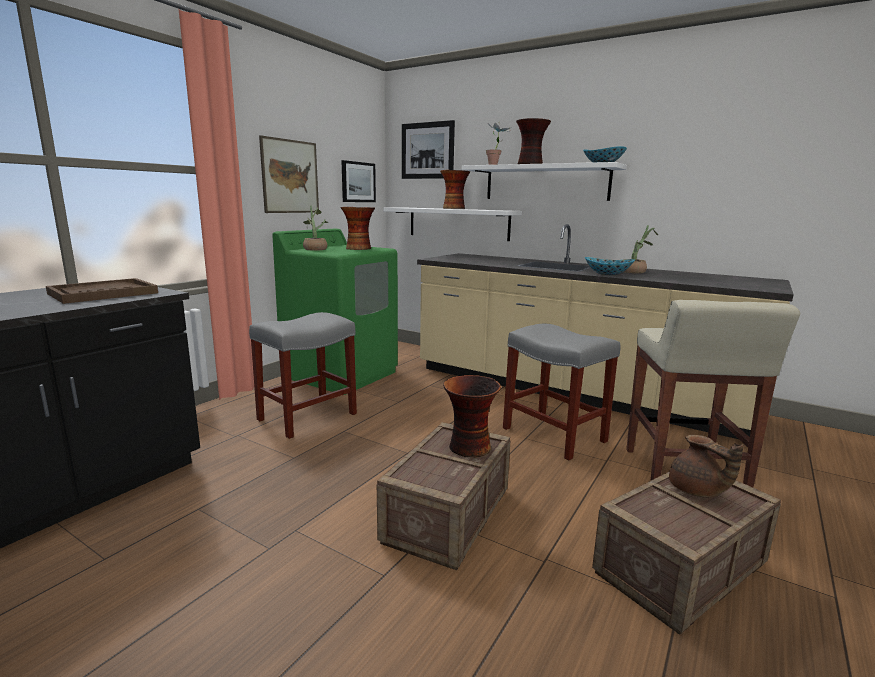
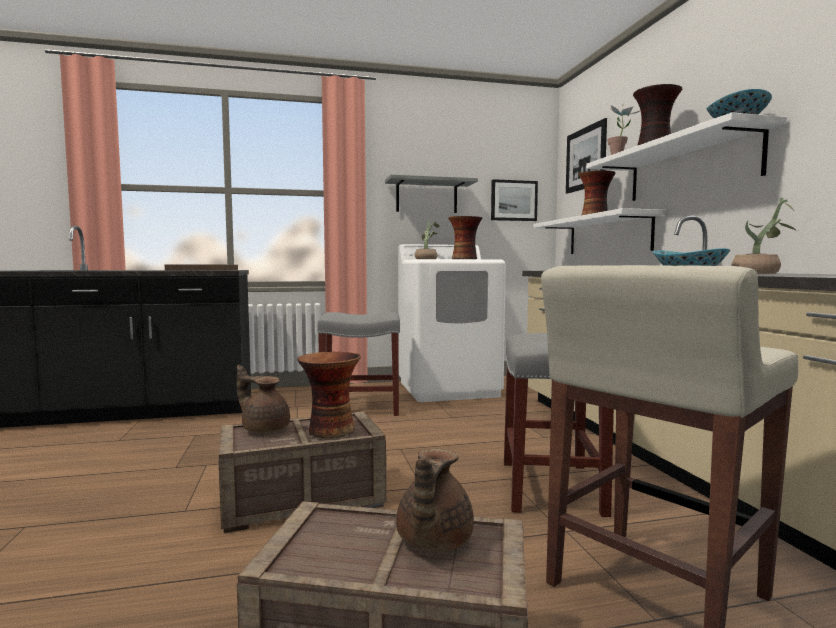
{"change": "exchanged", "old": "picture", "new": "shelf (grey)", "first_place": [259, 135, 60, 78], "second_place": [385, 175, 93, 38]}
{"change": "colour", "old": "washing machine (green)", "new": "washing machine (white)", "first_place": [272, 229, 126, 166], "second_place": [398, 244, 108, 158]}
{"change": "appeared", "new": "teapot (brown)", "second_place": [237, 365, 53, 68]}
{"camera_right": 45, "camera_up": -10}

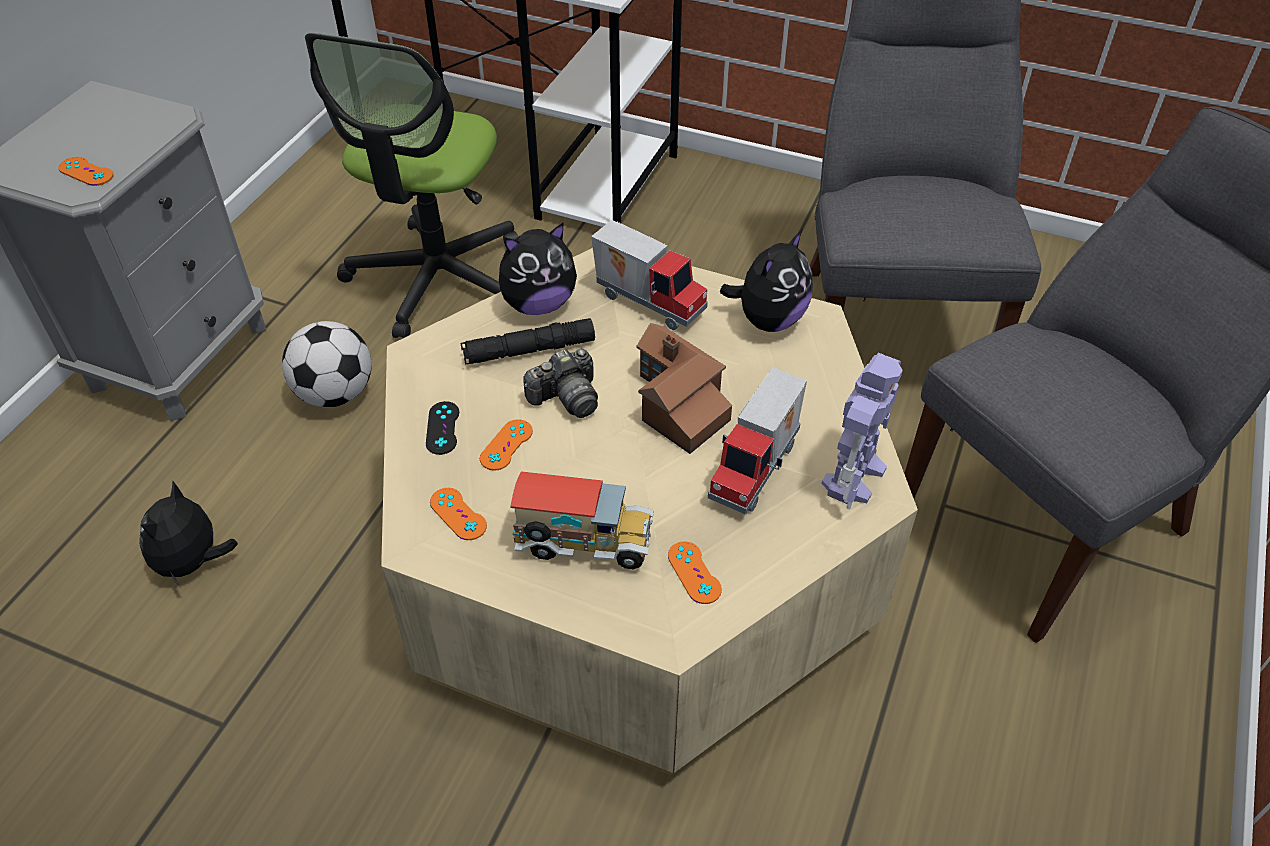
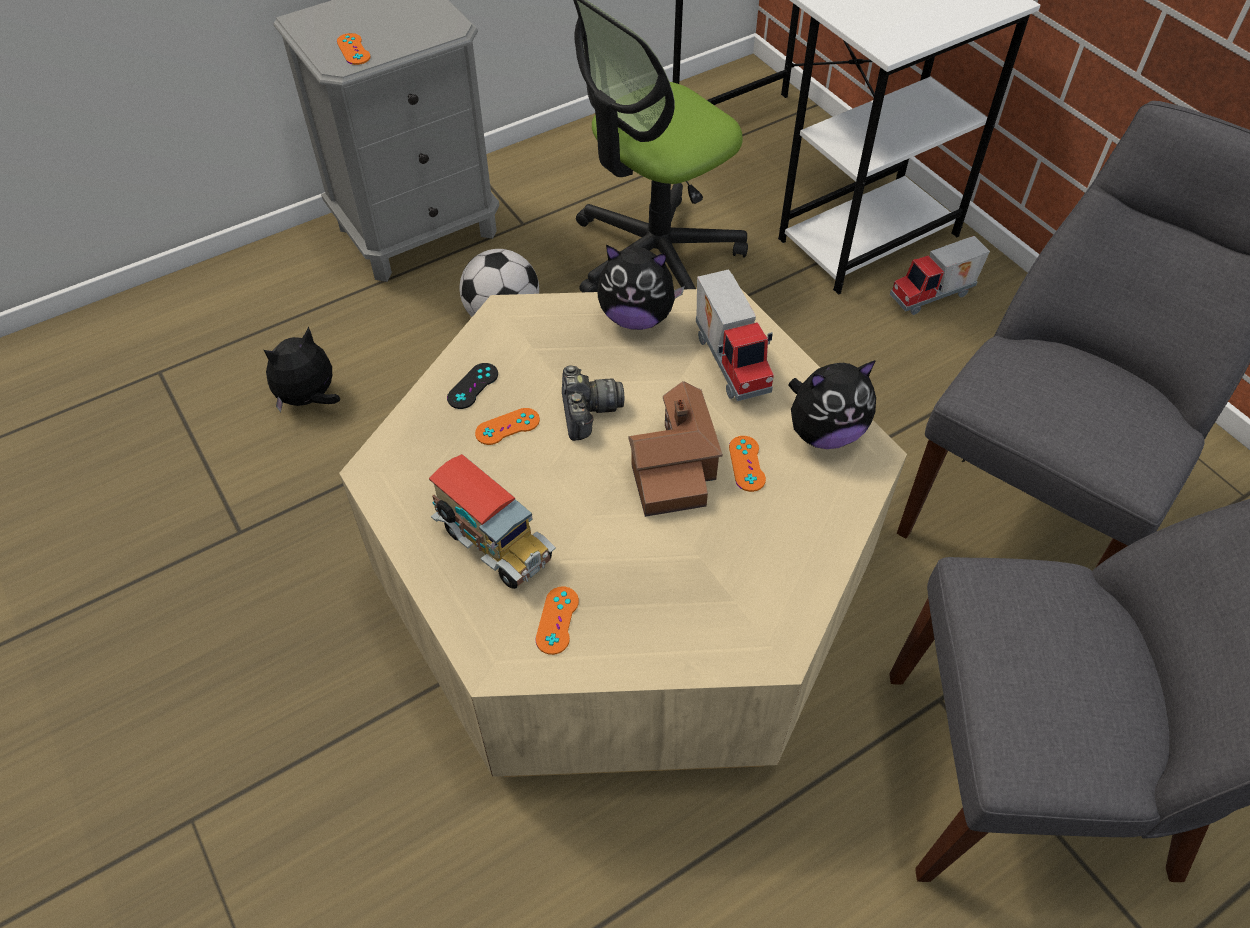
{"change": "missing", "old": "flashlight (black)", "first_place": [461, 318, 134, 47]}
{"change": "spun", "old": "photo camera", "first_place": [523, 349, 75, 69], "second_place": [562, 366, 63, 75], "degrees": -105}
{"change": "missing", "old": "toy robot", "first_place": [821, 353, 82, 156]}
{"change": "relocated", "old": "toy truck", "first_place": [708, 367, 99, 148], "second_place": [890, 236, 100, 79]}
{"change": "relocated", "old": "game controller (orange)", "first_place": [430, 488, 57, 52], "second_place": [729, 436, 37, 56]}
{"camera_right": 35, "camera_up": 5}

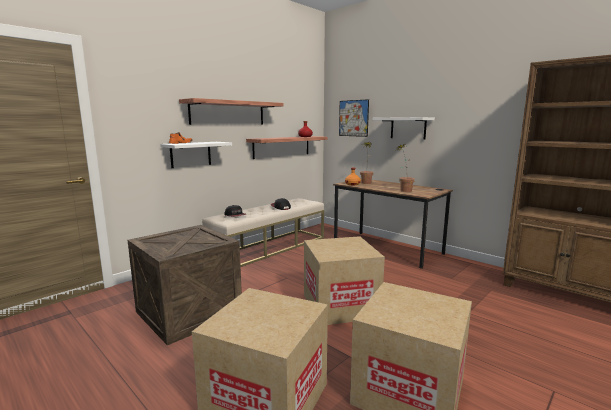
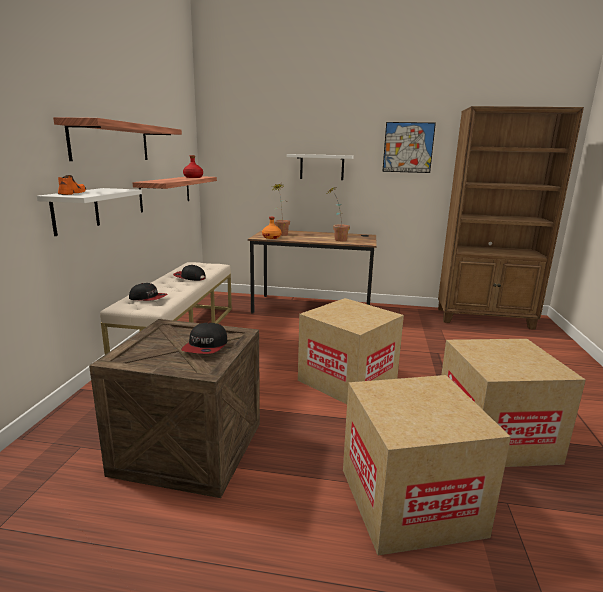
{"change": "relocated", "old": "picture", "first_place": [339, 99, 30, 38], "second_place": [382, 122, 54, 51]}
{"change": "appeared", "new": "cap", "second_place": [181, 323, 46, 31]}
{"camera_right": -35, "camera_up": 5}

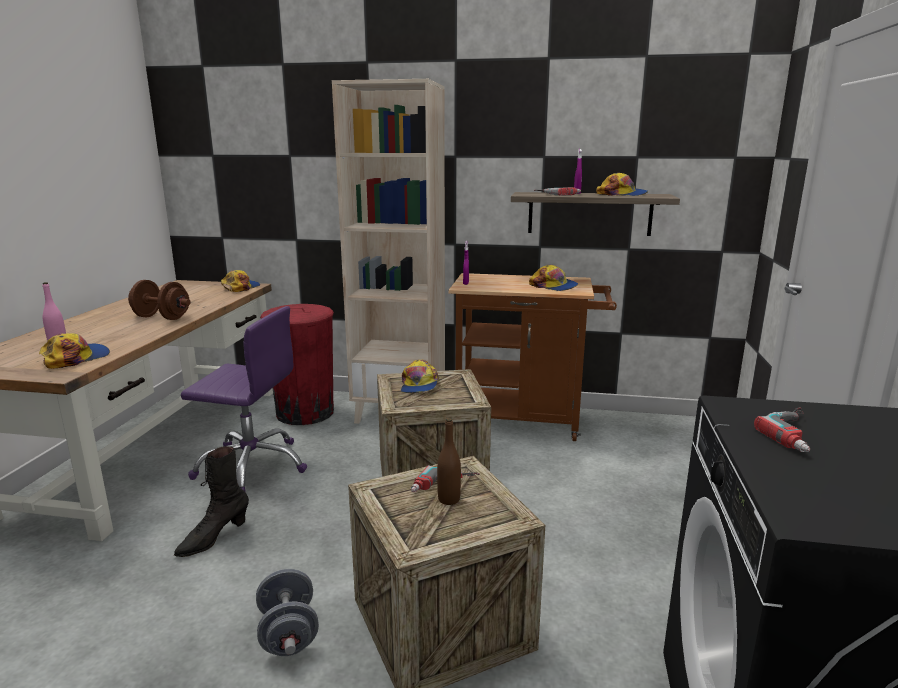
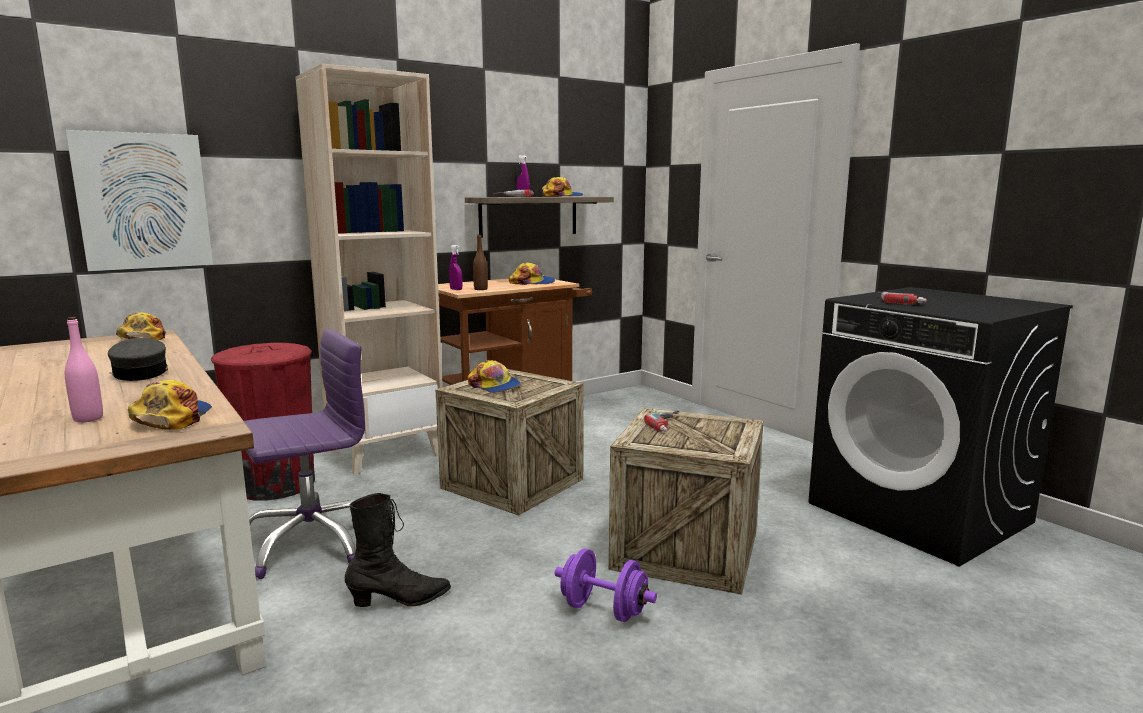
{"change": "exchanged", "old": "dumbbell (brown)", "new": "cap (grey)", "first_place": [128, 280, 63, 40], "second_place": [108, 338, 60, 43]}
{"change": "relocated", "old": "bottle (brown)", "first_place": [437, 418, 24, 87], "second_place": [473, 234, 15, 56]}
{"change": "spun", "old": "boot (black)", "first_place": [174, 446, 75, 111], "second_place": [345, 493, 106, 114], "degrees": -105}
{"change": "colour", "old": "dumbbell (grey)", "new": "dumbbell (purple)", "first_place": [256, 569, 63, 87], "second_place": [555, 548, 102, 74]}
{"change": "appeared", "new": "picture", "second_place": [66, 130, 147, 141]}
{"camera_right": -45, "camera_up": -5}

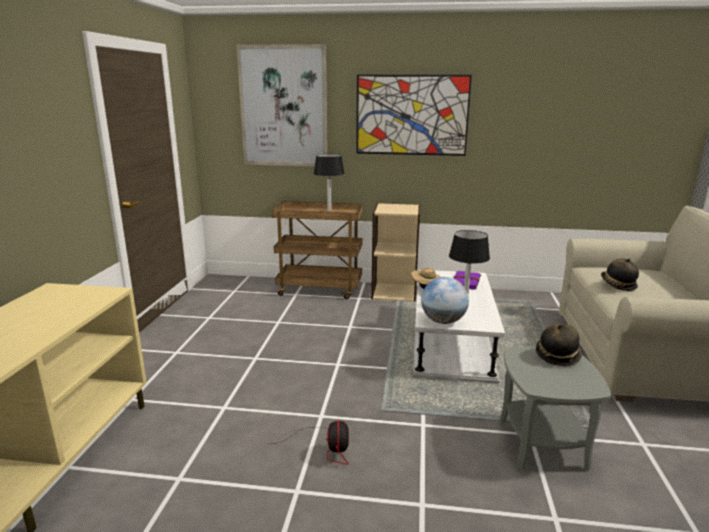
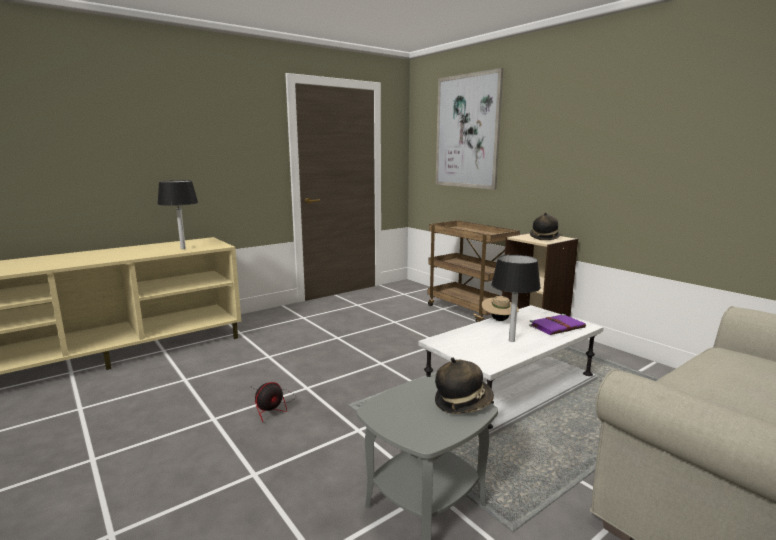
{"change": "missing", "old": "picture", "first_place": [356, 75, 116, 81]}
{"change": "relocated", "old": "table lamp (black)", "first_place": [313, 154, 32, 58], "second_place": [158, 180, 40, 69]}
{"change": "relocated", "old": "hat", "first_place": [601, 259, 38, 32], "second_place": [530, 212, 31, 28]}
{"change": "missing", "old": "globe", "first_place": [421, 277, 48, 47]}
{"camera_right": 45, "camera_up": -5}

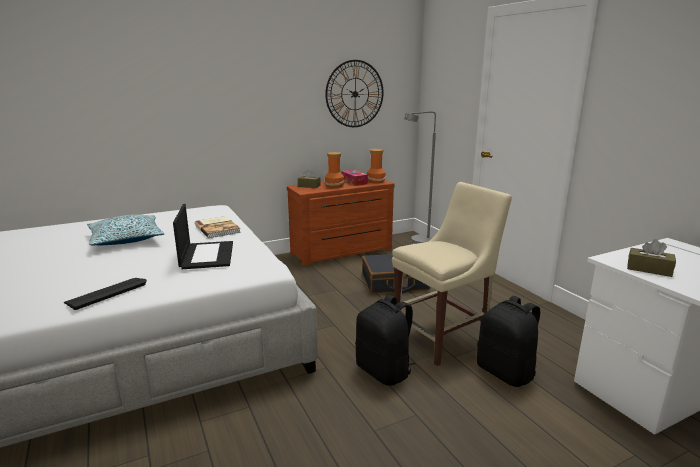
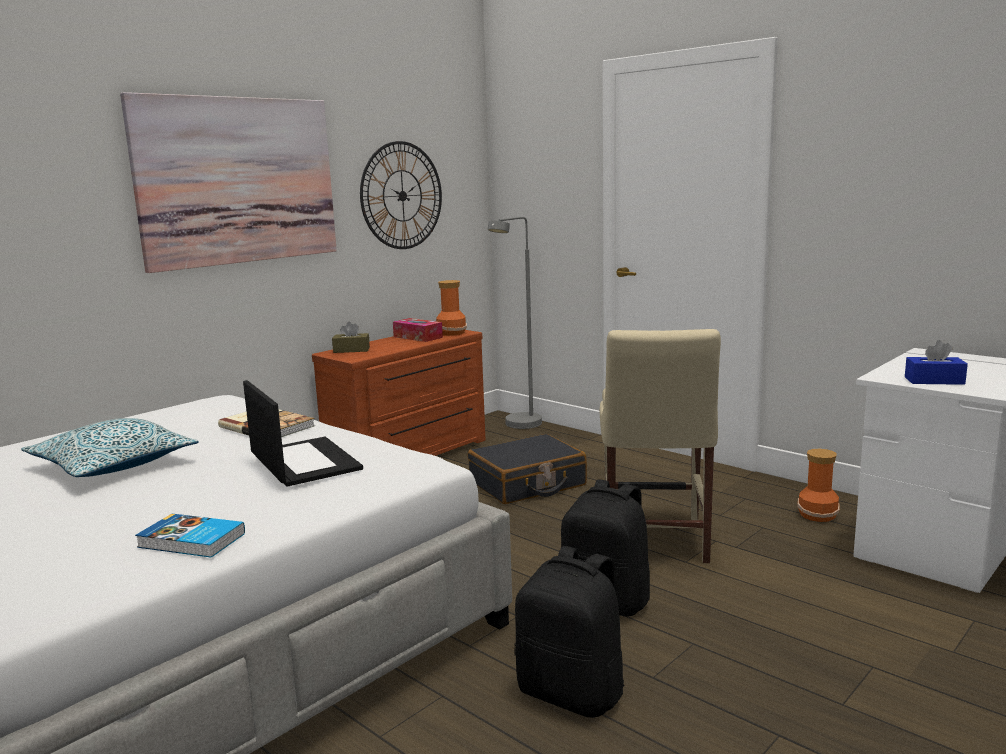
{"change": "relocated", "old": "vase", "first_place": [324, 152, 21, 36], "second_place": [797, 449, 43, 73]}
{"change": "spun", "old": "chair (beige)", "first_place": [392, 182, 120, 184], "second_place": [600, 329, 121, 234], "degrees": 150}
{"change": "colour", "old": "tissue box (brown)", "new": "tissue box (blue)", "first_place": [627, 239, 49, 38], "second_place": [905, 340, 63, 45]}
{"change": "exchanged", "old": "keyboard", "new": "book", "first_place": [64, 278, 83, 32], "second_place": [135, 514, 110, 44]}
{"change": "relocated", "old": "backpack (black)", "first_place": [477, 296, 63, 91], "second_place": [514, 546, 110, 172]}
{"change": "appeared", "new": "picture", "second_place": [120, 92, 217, 181]}
{"camera_right": -20, "camera_up": -5}

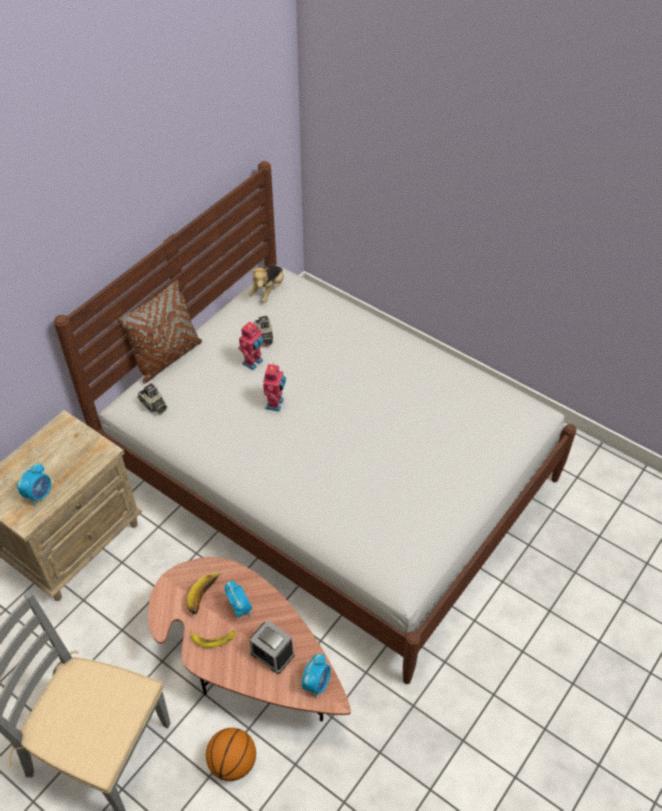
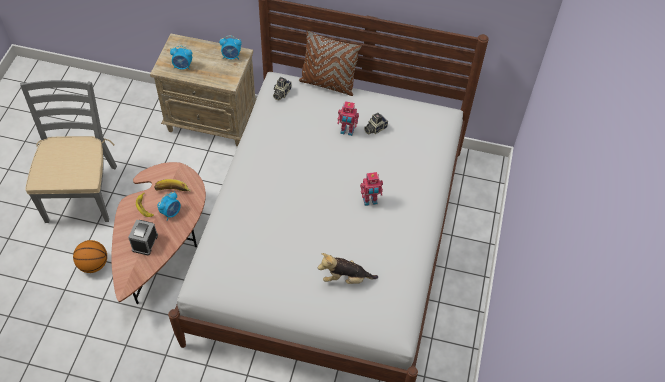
{"change": "relocated", "old": "plush toy", "first_place": [248, 264, 36, 39], "second_place": [318, 253, 60, 31]}
{"change": "relocated", "old": "toy robot", "first_place": [263, 363, 23, 49], "second_place": [360, 172, 23, 34]}
{"change": "relocated", "old": "alarm clock", "first_place": [302, 653, 29, 45], "second_place": [220, 35, 22, 24]}
{"camera_right": 65, "camera_up": 5}

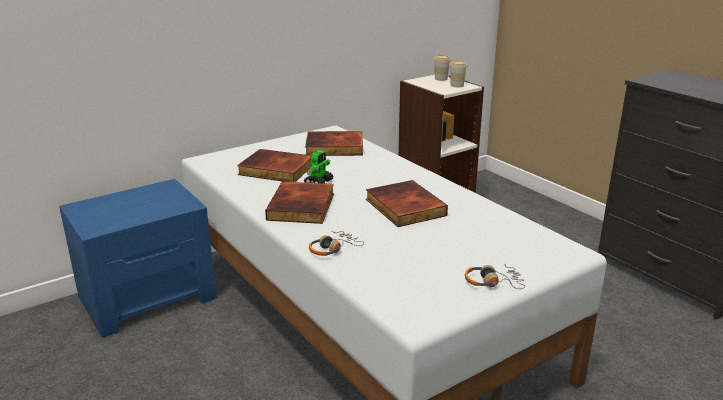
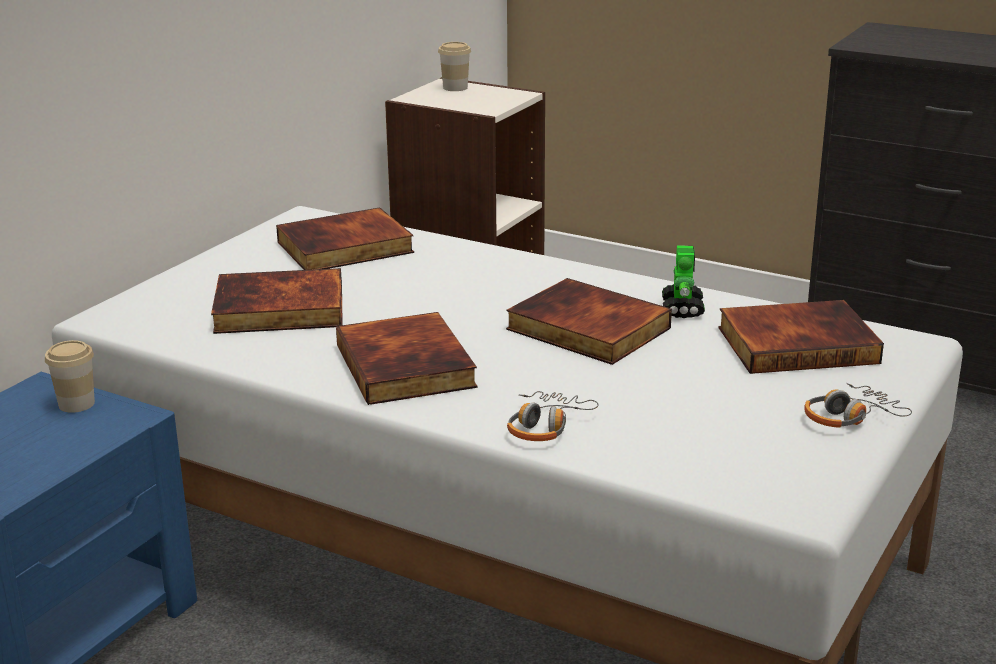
{"change": "relocated", "old": "cup", "first_place": [450, 61, 17, 26], "second_place": [45, 340, 50, 73]}
{"change": "relocated", "old": "toy robot", "first_place": [304, 150, 30, 33], "second_place": [662, 245, 43, 73]}
{"change": "appeared", "new": "book", "second_place": [718, 300, 166, 74]}
{"camera_right": -25, "camera_up": 0}

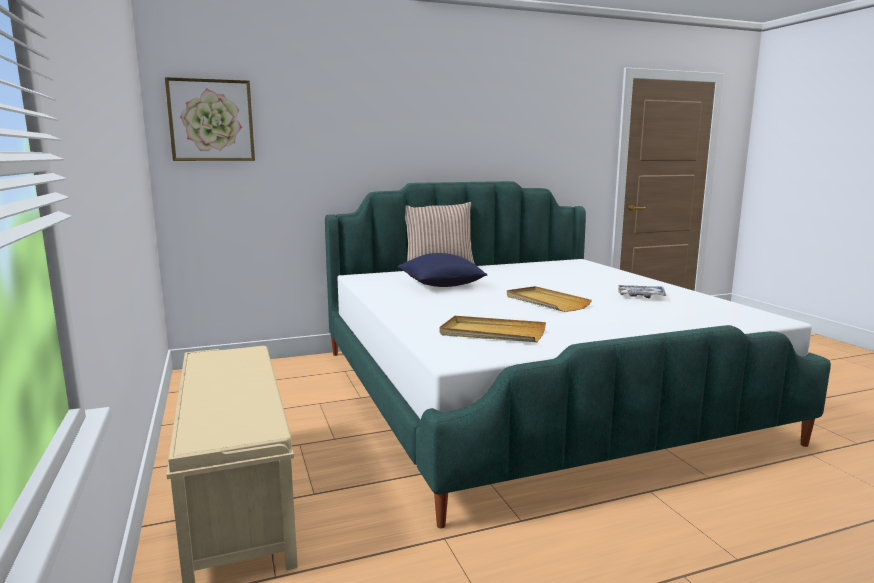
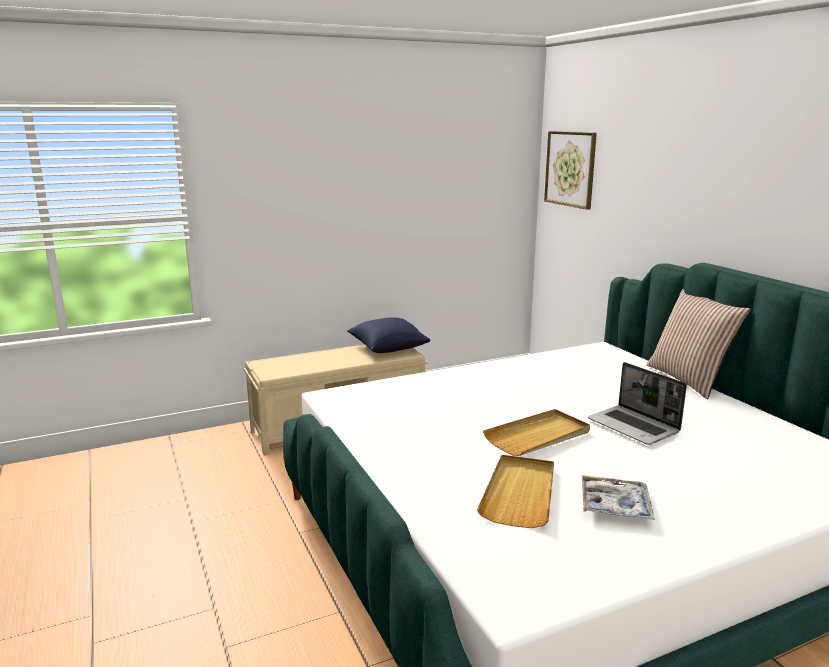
{"change": "relocated", "old": "pillow (blue)", "first_place": [397, 253, 90, 34], "second_place": [347, 317, 83, 36]}
{"change": "relocated", "old": "tray (beige)", "first_place": [439, 316, 107, 26], "second_place": [477, 455, 77, 73]}
{"change": "appeared", "new": "laptop", "second_place": [588, 362, 99, 83]}
{"camera_right": 85, "camera_up": 5}

